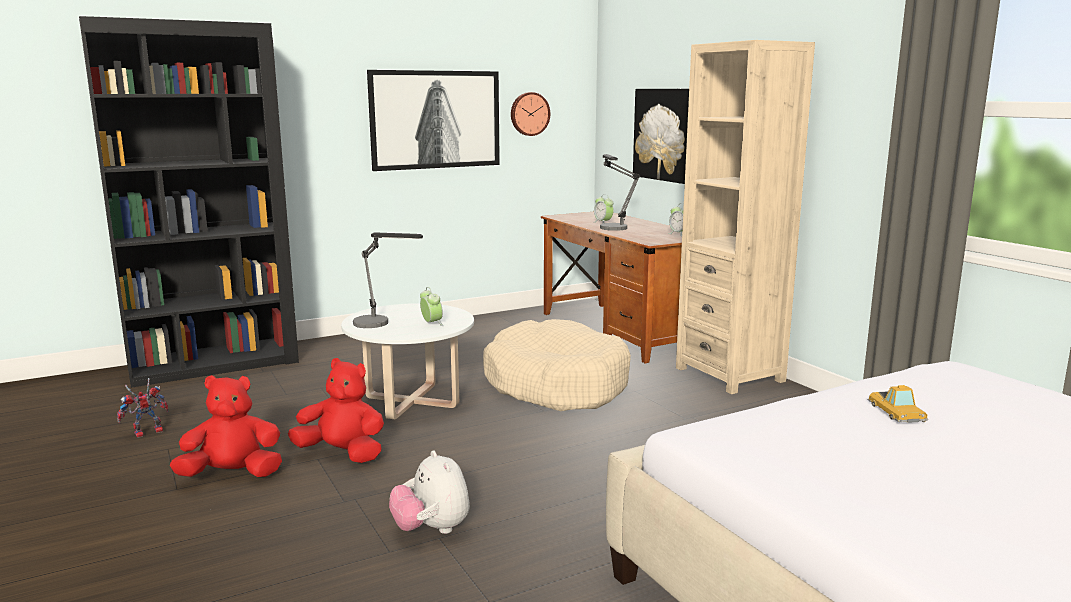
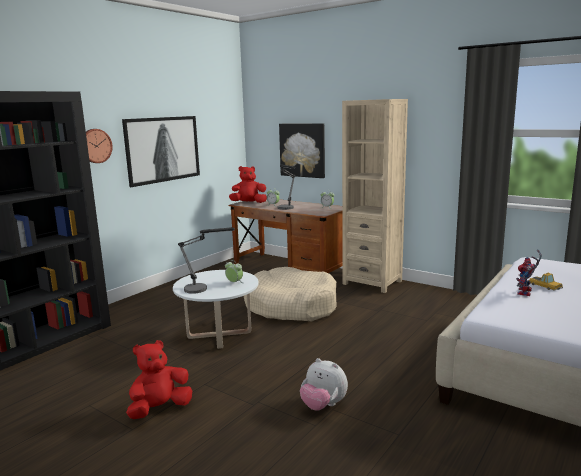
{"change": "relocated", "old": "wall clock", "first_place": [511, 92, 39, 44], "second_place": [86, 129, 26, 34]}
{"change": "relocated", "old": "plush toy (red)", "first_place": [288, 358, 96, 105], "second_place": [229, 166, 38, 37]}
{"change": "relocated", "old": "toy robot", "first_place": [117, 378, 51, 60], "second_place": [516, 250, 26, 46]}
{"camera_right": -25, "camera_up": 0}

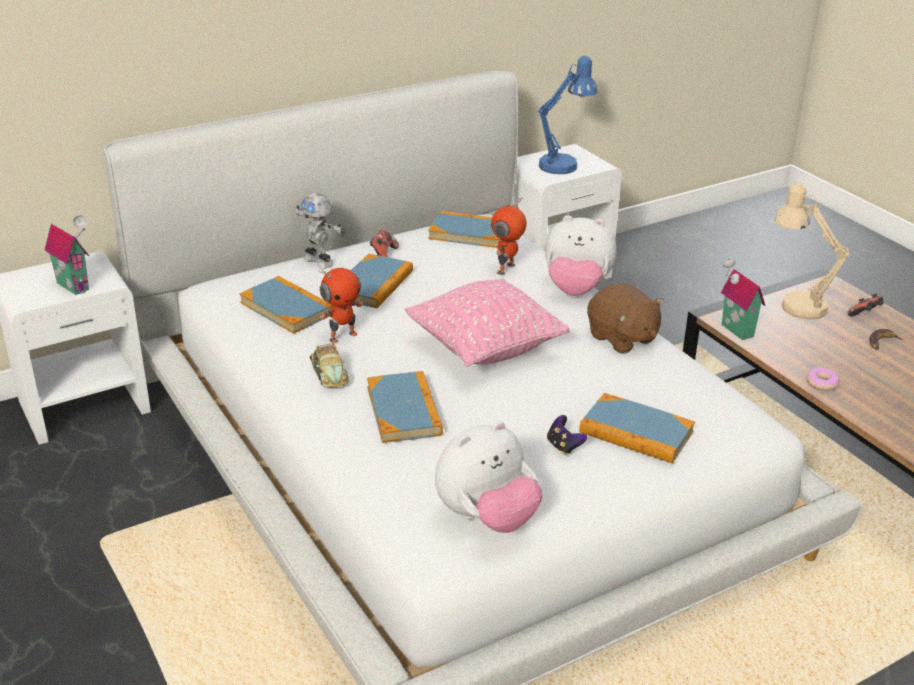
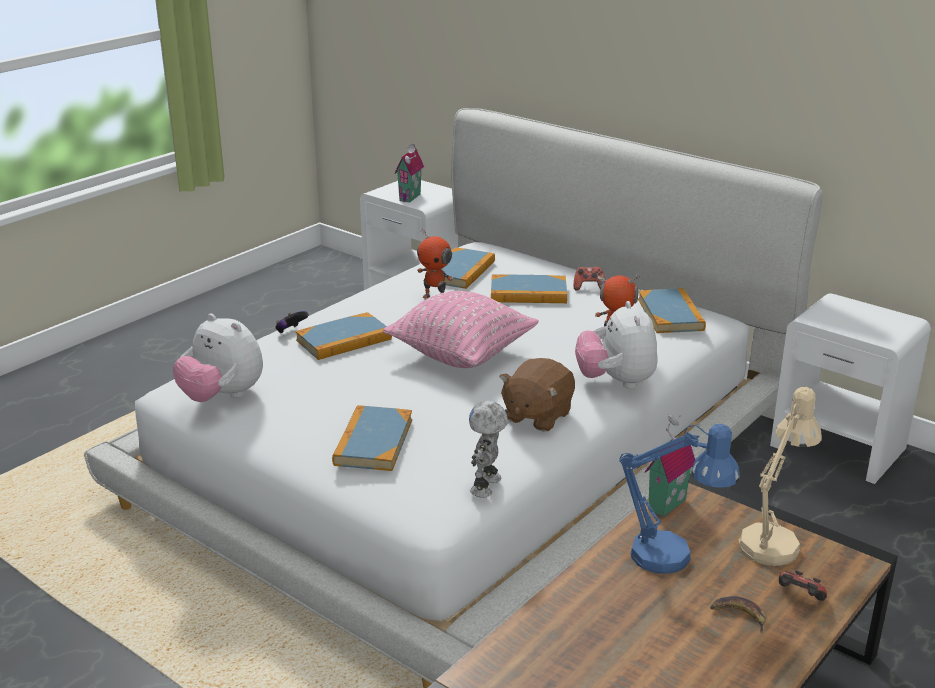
{"change": "relocated", "old": "table lamp (blue)", "first_place": [538, 56, 59, 118], "second_place": [619, 424, 121, 150]}
{"change": "relocated", "old": "toy robot", "first_place": [296, 193, 50, 76], "second_place": [469, 400, 39, 98]}
{"change": "missing", "old": "toy car", "first_place": [310, 343, 39, 44]}
{"change": "missing", "old": "donut", "first_place": [806, 368, 34, 23]}
{"change": "relocated", "old": "game controller", "first_place": [547, 415, 40, 40], "second_place": [275, 311, 33, 22]}
{"camera_right": 70, "camera_up": -5}

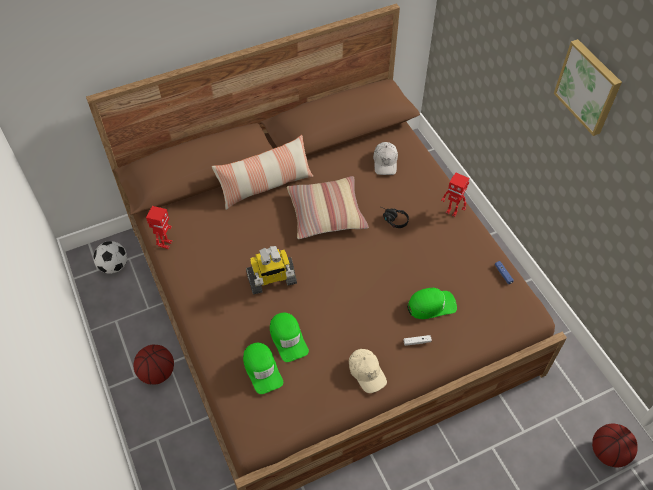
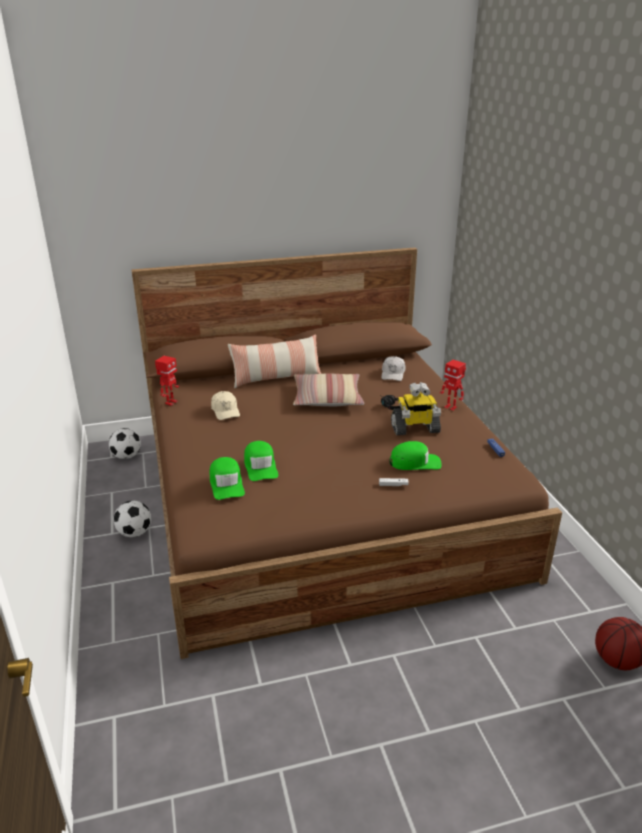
{"change": "missing", "old": "picture", "first_place": [554, 39, 68, 97]}
{"change": "relocated", "old": "toy robot", "first_place": [246, 246, 51, 49], "second_place": [391, 382, 50, 53]}
{"change": "exchanged", "old": "basketball", "new": "football", "first_place": [133, 345, 41, 40], "second_place": [114, 501, 37, 36]}
{"change": "relocated", "old": "cap (beige)", "first_place": [349, 349, 38, 44], "second_place": [211, 391, 29, 29]}
{"camera_right": 10, "camera_up": -25}

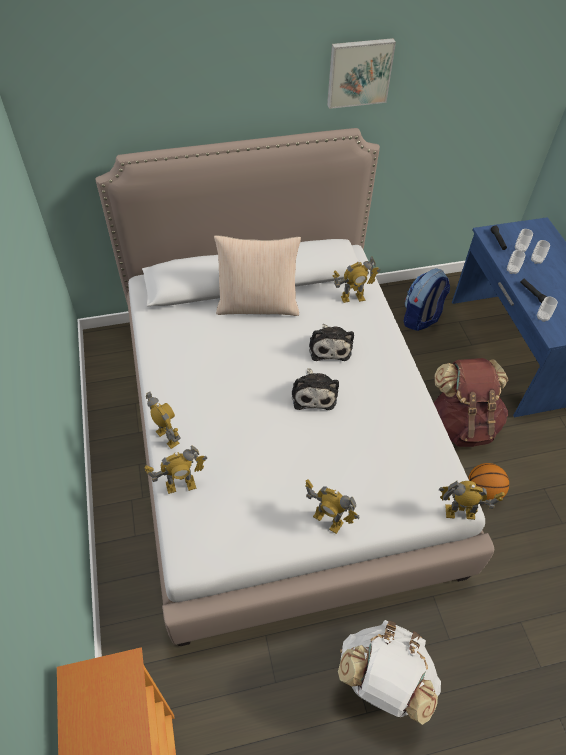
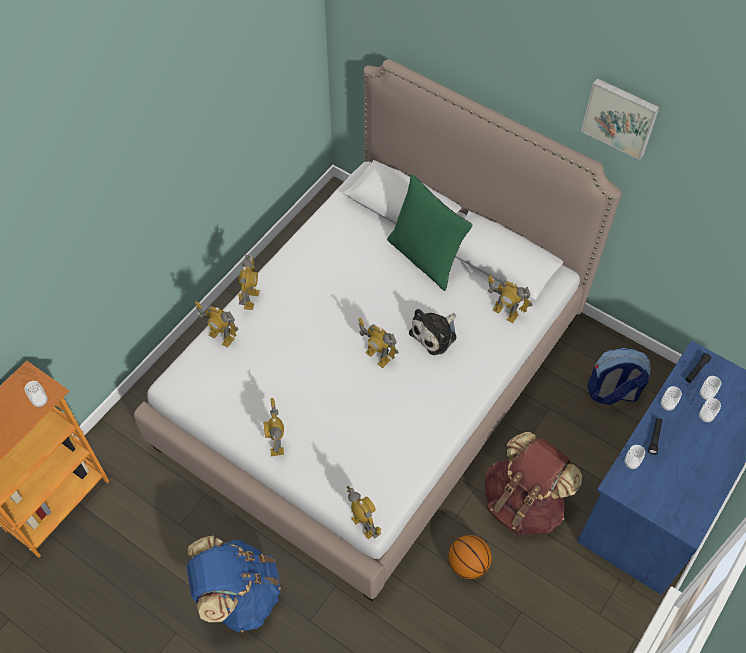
{"change": "colour", "old": "pillow (beige)", "new": "pillow (green)", "first_place": [214, 235, 87, 81], "second_place": [387, 174, 86, 117]}
{"change": "exchanged", "old": "plush toy", "new": "toy robot", "first_place": [292, 368, 47, 42], "second_place": [358, 318, 41, 50]}
{"change": "colour", "old": "backpack (white)", "new": "backpack (blue)", "first_place": [338, 620, 103, 105], "second_place": [187, 536, 94, 97]}
{"change": "appeared", "new": "cup", "second_place": [24, 381, 24, 26]}
{"camera_right": 50, "camera_up": 5}

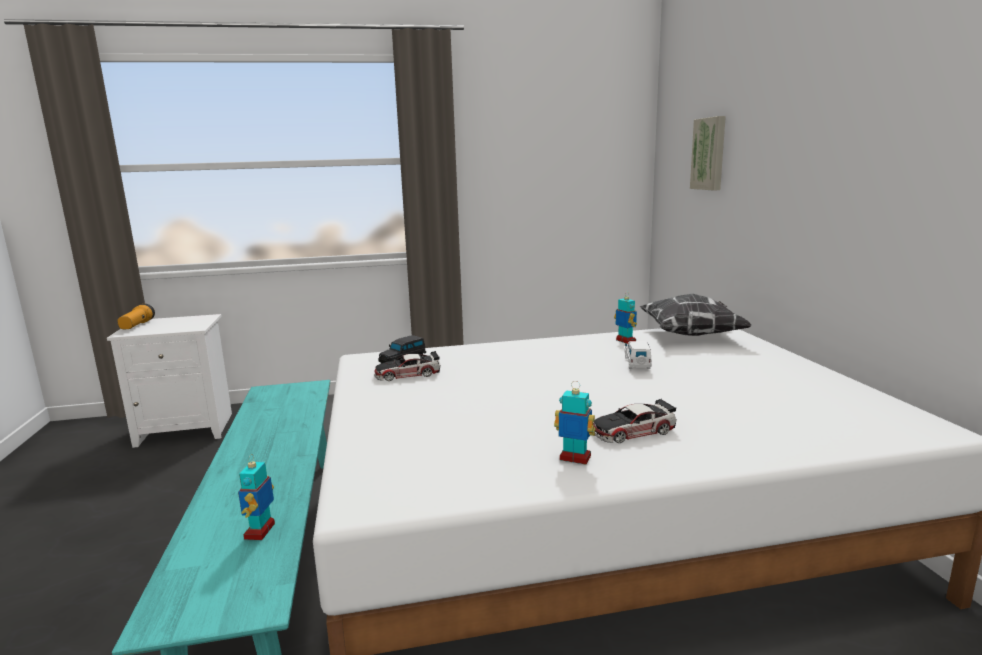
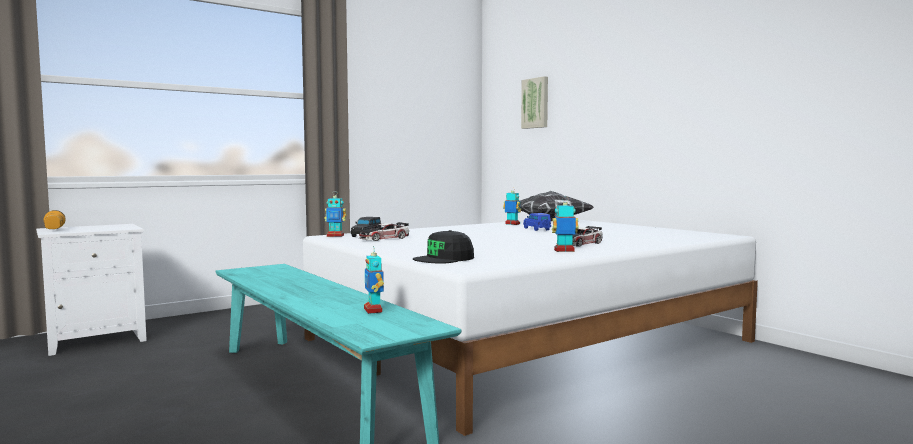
{"change": "colour", "old": "toy car (white)", "new": "toy car (blue)", "first_place": [624, 341, 28, 28], "second_place": [523, 213, 28, 18]}
{"change": "appeared", "new": "toy robot", "second_place": [324, 195, 23, 42]}
{"change": "appeared", "new": "cap (black)", "second_place": [413, 230, 61, 34]}
{"camera_right": -25, "camera_up": -10}

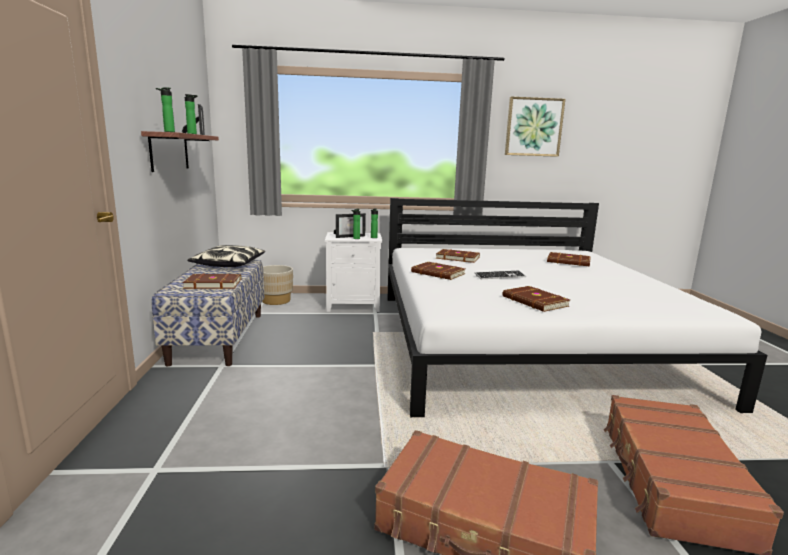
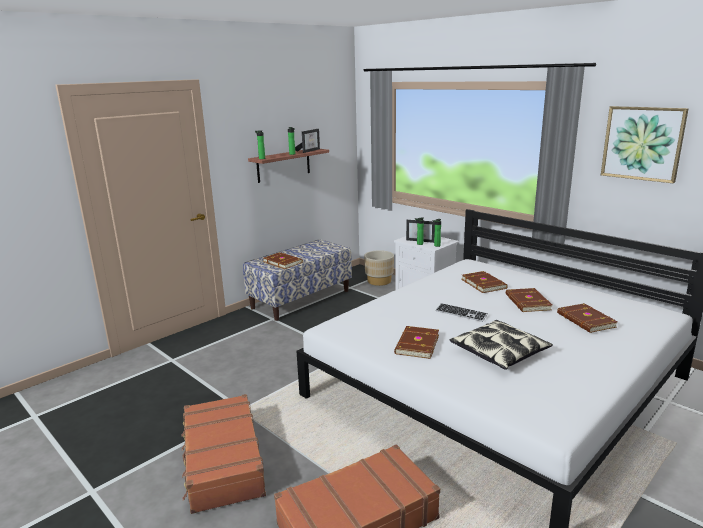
{"change": "relocated", "old": "pillow", "first_place": [188, 245, 77, 22], "second_place": [449, 320, 104, 50]}
{"change": "relocated", "old": "book (brown)", "first_place": [411, 262, 54, 18], "second_place": [506, 288, 47, 24]}
{"camera_right": 50, "camera_up": 5}

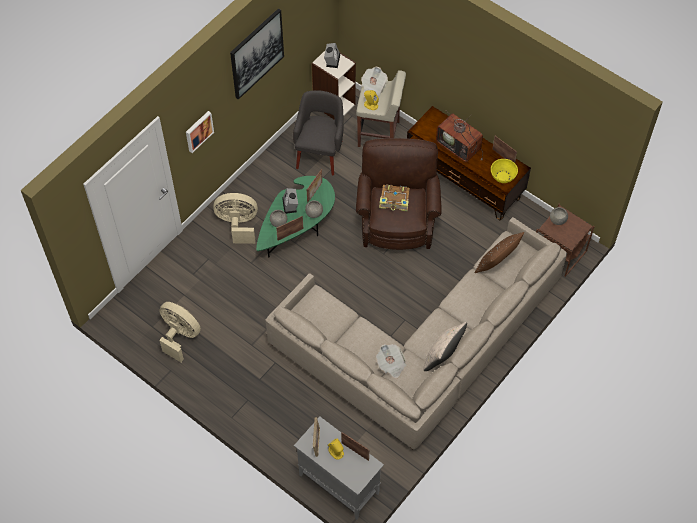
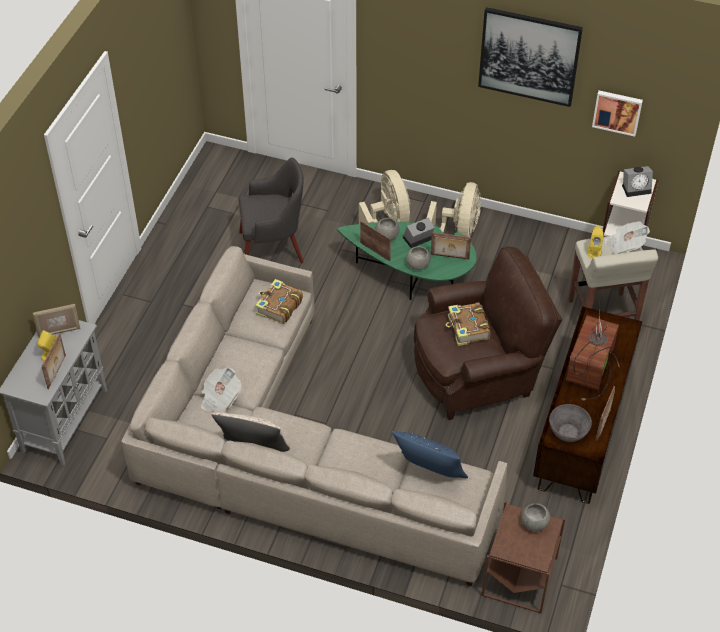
{"change": "relocated", "old": "armchair (grey)", "first_place": [293, 90, 51, 85], "second_place": [239, 158, 65, 105]}
{"change": "relocated", "old": "picture", "first_place": [186, 111, 28, 42], "second_place": [592, 90, 51, 47]}
{"change": "colour", "old": "bowl (yellow)", "new": "bowl (grey)", "first_place": [491, 159, 27, 24], "second_place": [549, 404, 43, 38]}
{"change": "colour", "old": "pillow (brown)", "new": "pillow (blue)", "first_place": [475, 232, 49, 41], "second_place": [392, 431, 76, 47]}
{"change": "relocated", "old": "fan (beige)", "first_place": [159, 302, 42, 60], "second_place": [427, 182, 54, 55]}
{"change": "appeared", "new": "book", "second_place": [255, 279, 48, 45]}
{"camera_right": 70, "camera_up": -10}

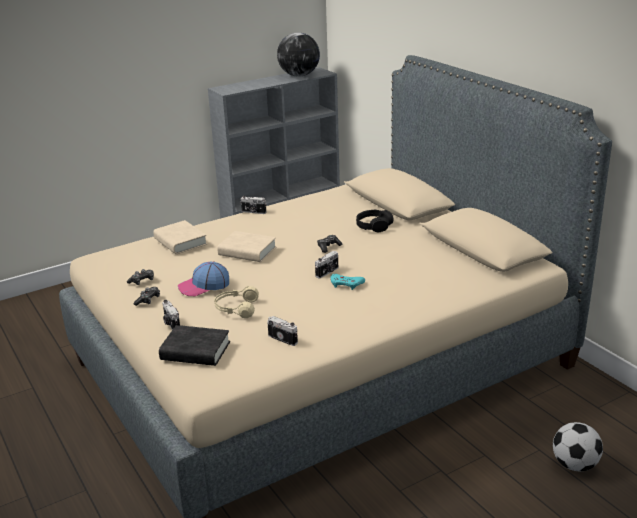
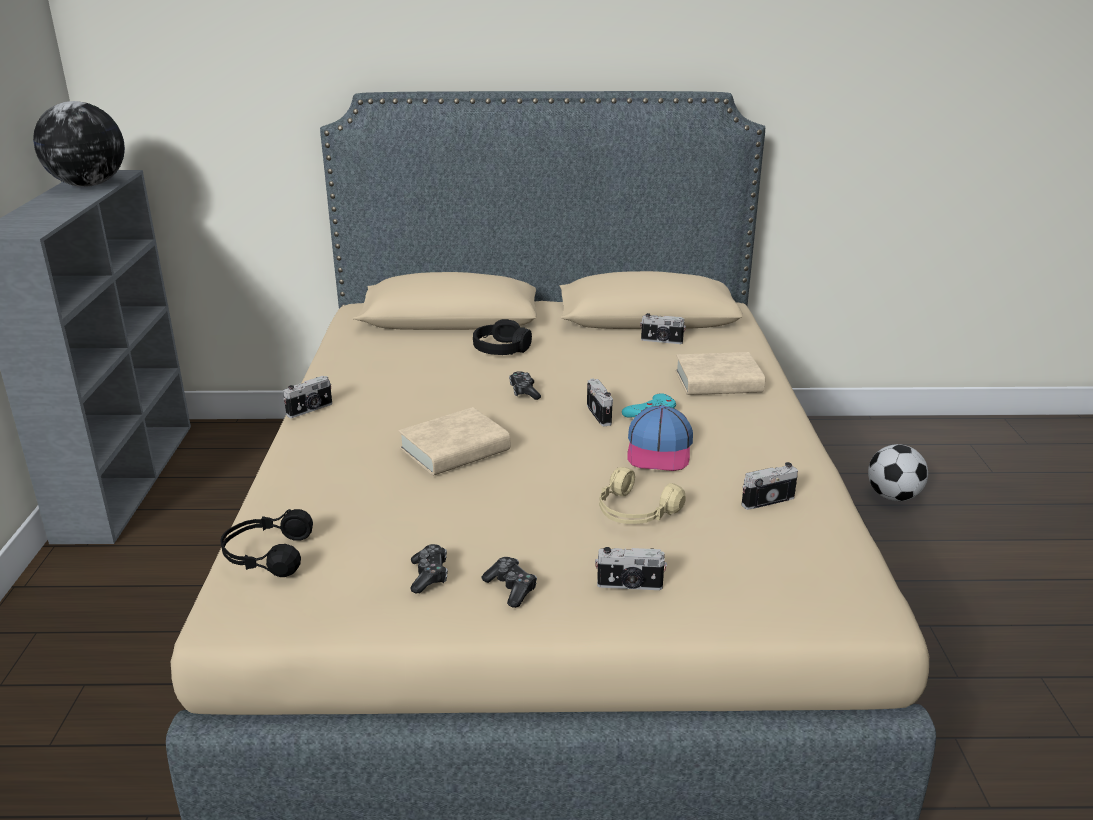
{"change": "relocated", "old": "book (beige)", "first_place": [153, 220, 54, 34], "second_place": [675, 352, 90, 43]}
{"change": "relocated", "old": "cap", "first_place": [178, 262, 51, 34], "second_place": [627, 405, 66, 66]}
{"change": "missing", "old": "book (black)", "first_place": [159, 325, 71, 41]}
{"change": "appeared", "new": "photo camera", "second_place": [640, 313, 46, 31]}
{"change": "appeared", "new": "headphones (black)", "second_place": [220, 509, 93, 68]}
{"camera_right": -60, "camera_up": 0}

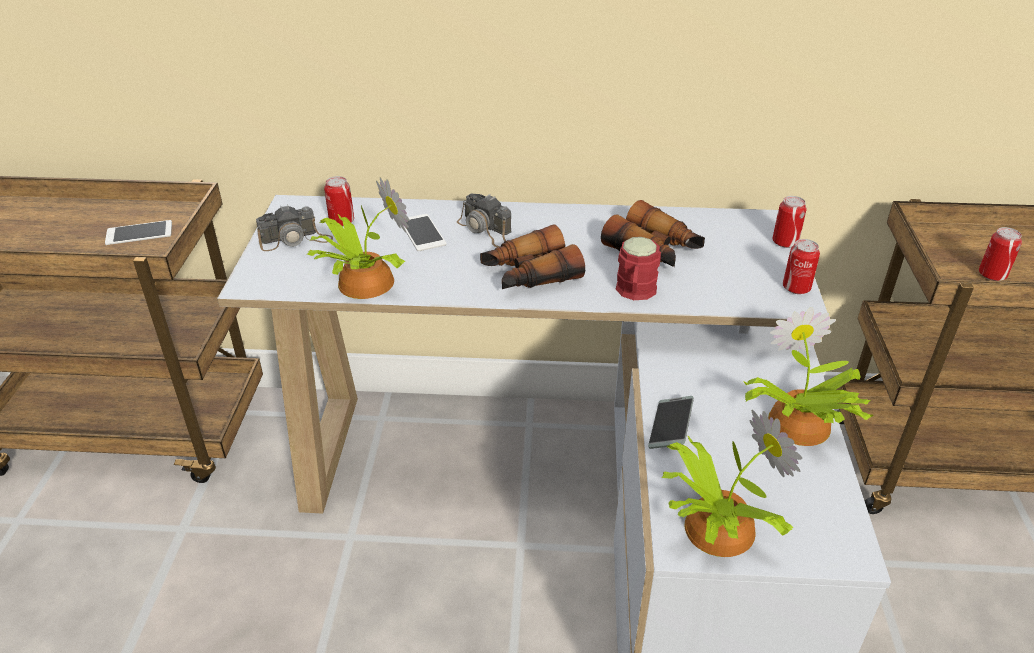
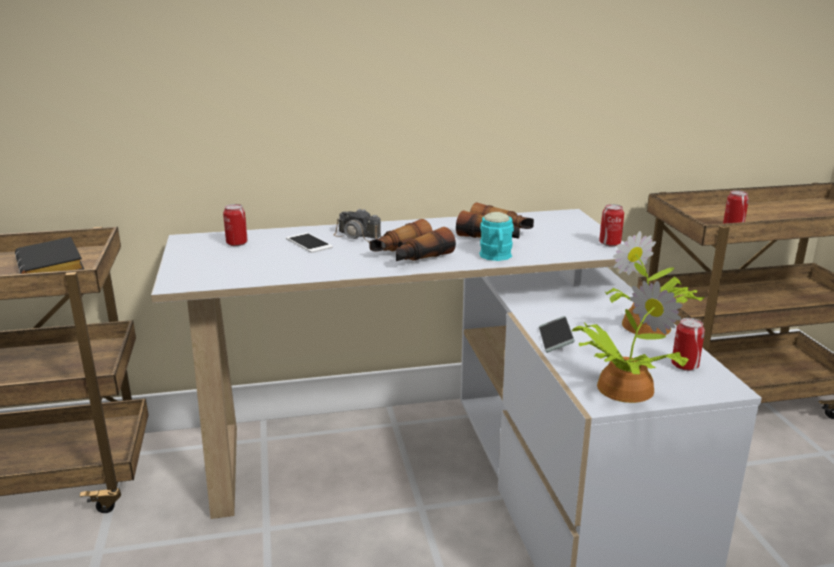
{"change": "missing", "old": "potted plant", "first_place": [307, 178, 103, 121]}
{"change": "relocated", "old": "can", "first_place": [772, 196, 35, 52], "second_place": [671, 318, 34, 53]}
{"change": "missing", "old": "photo camera", "first_place": [256, 205, 77, 46]}
{"change": "exchanged", "old": "phone", "new": "book (black)", "first_place": [105, 220, 67, 25], "second_place": [15, 237, 69, 37]}
{"change": "colour", "old": "mug (red)", "new": "mug (turquoise)", "first_place": [616, 237, 45, 63], "second_place": [479, 212, 35, 49]}
{"camera_right": -15, "camera_up": -15}

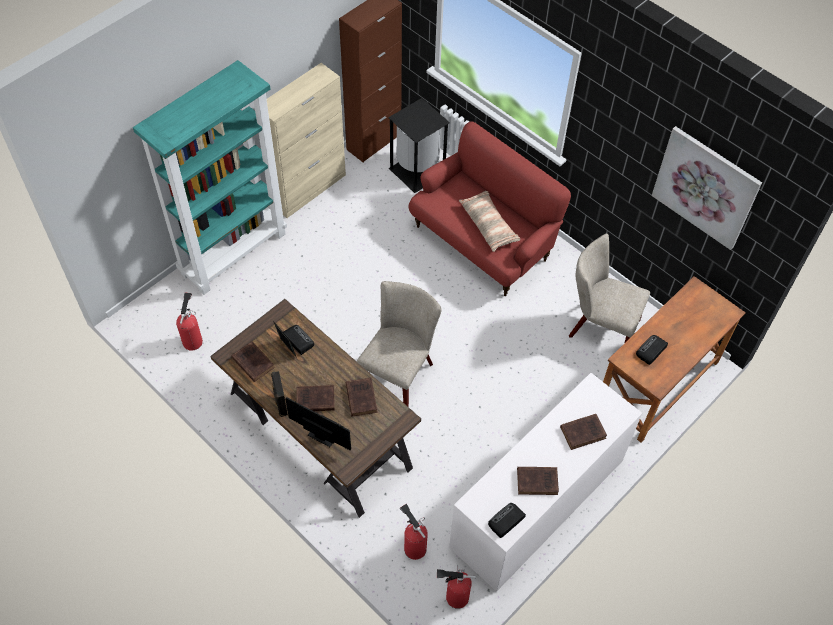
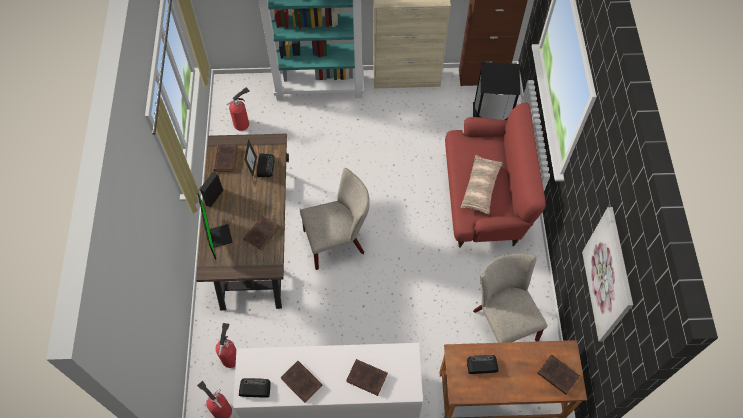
{"change": "relocated", "old": "book (brown)", "first_place": [297, 385, 38, 26], "second_place": [537, 354, 43, 41]}
{"camera_right": 45, "camera_up": 5}

